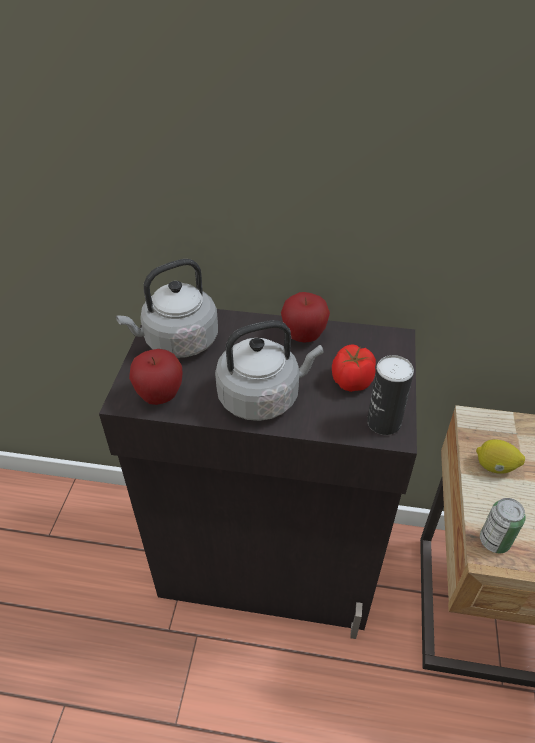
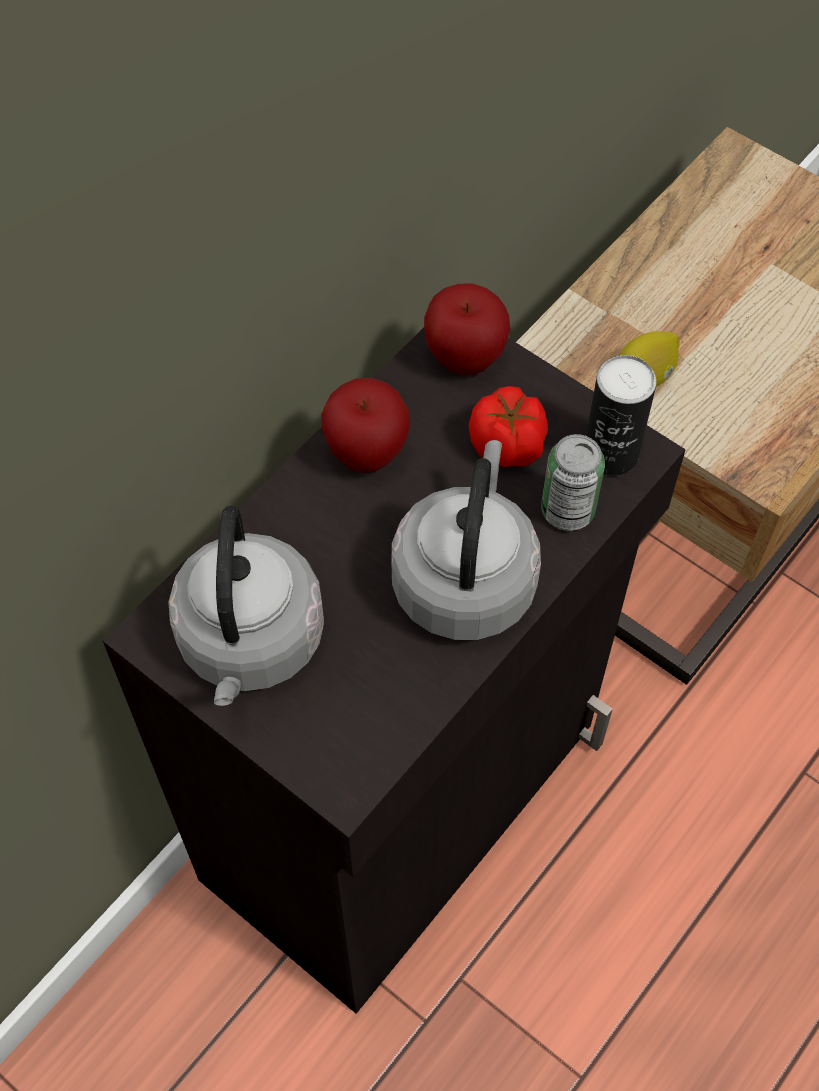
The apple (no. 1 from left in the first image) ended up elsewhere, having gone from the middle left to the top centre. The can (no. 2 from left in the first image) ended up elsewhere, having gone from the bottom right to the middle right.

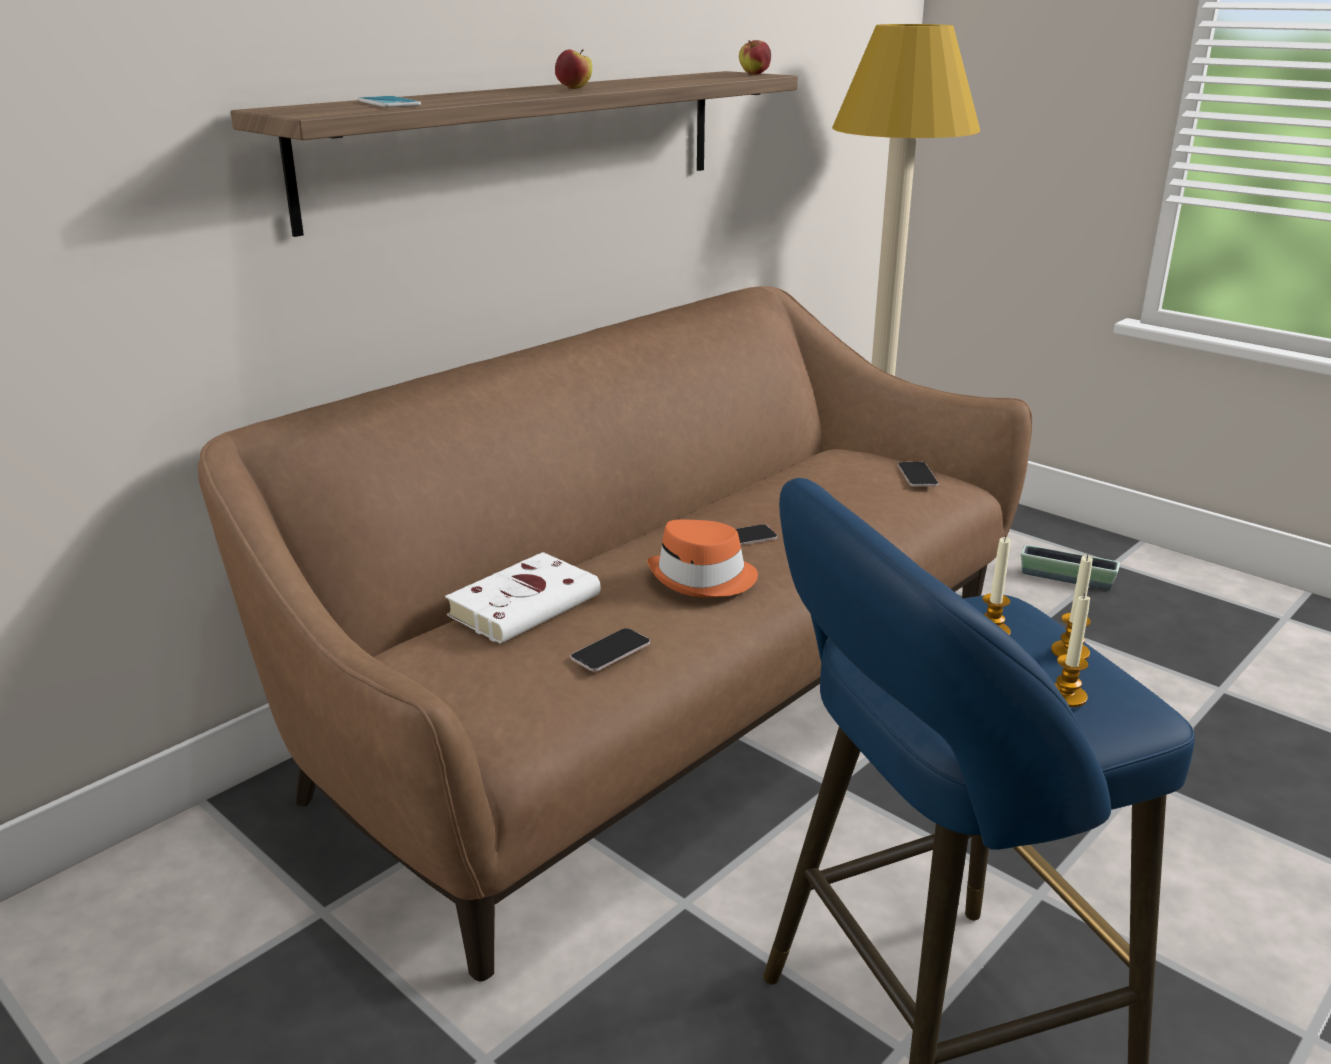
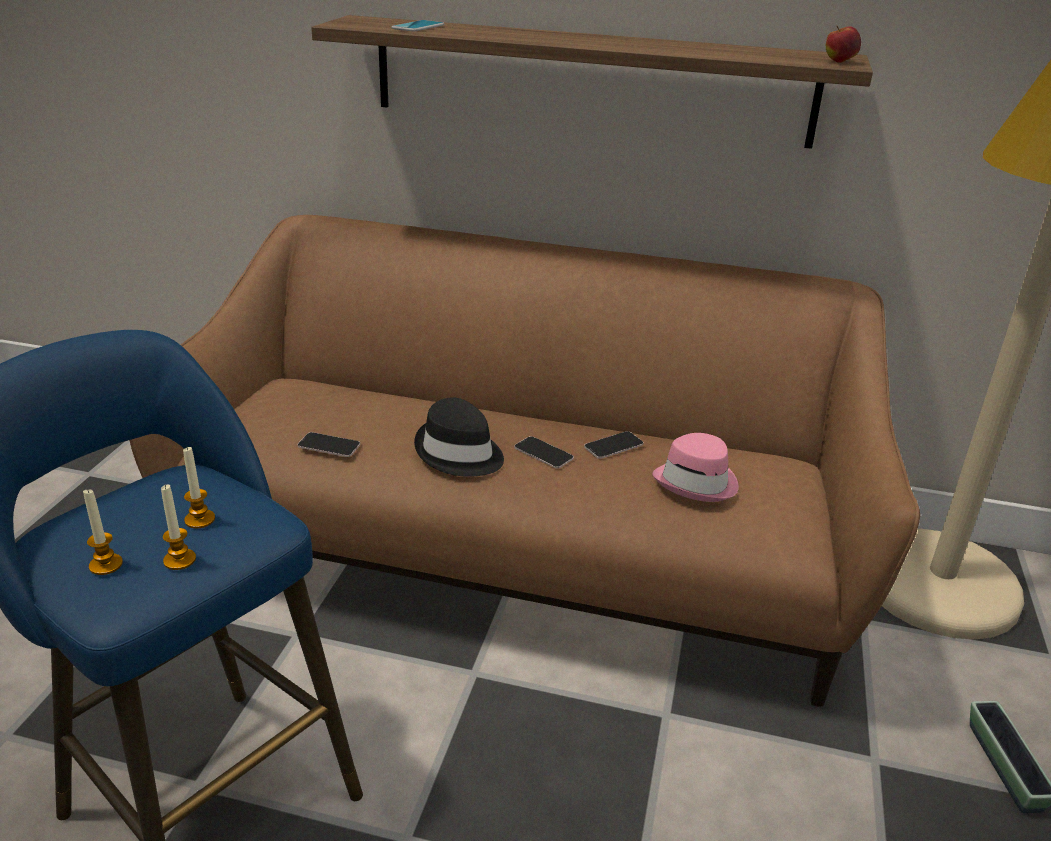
The second view lost the white_book at the centre. The second view lost the apple (no. 1 from left) at the top centre. The second view gained the pink_hat at the centre. The phone (no. 4 from left) ended up elsewhere, having gone from the middle right to the centre. What was the orange_hat at the centre turned into the black_hat at the centre.

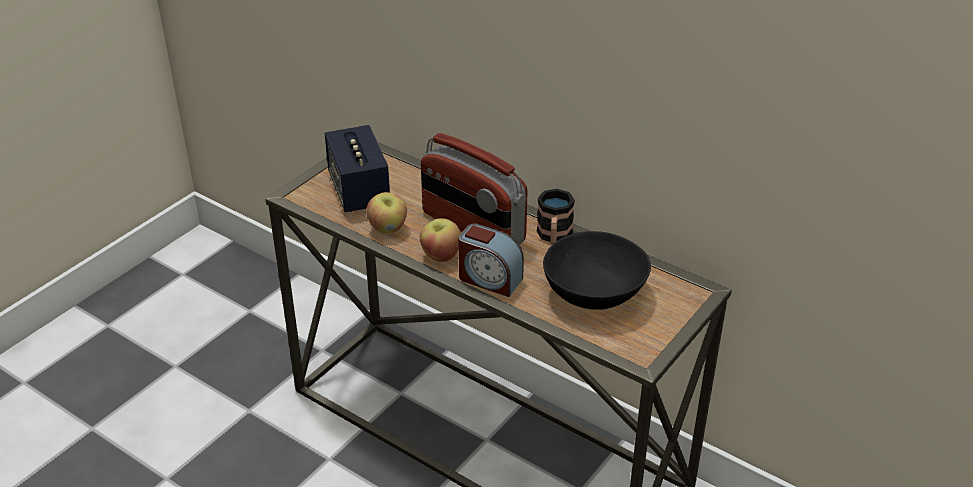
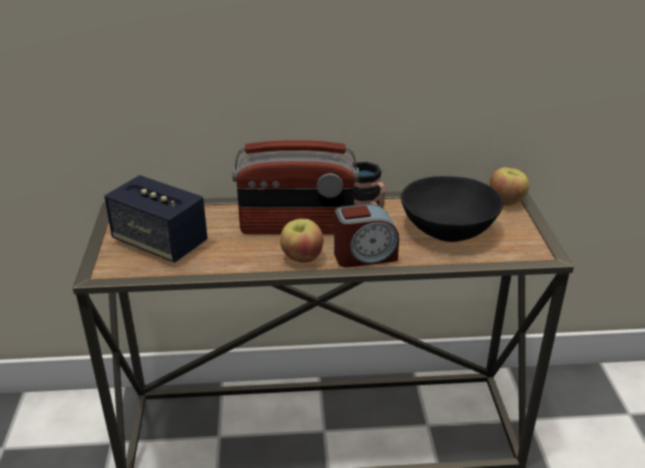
The apple (no. 1 from left in the first image) ended up elsewhere, having gone from the centre to the middle right.

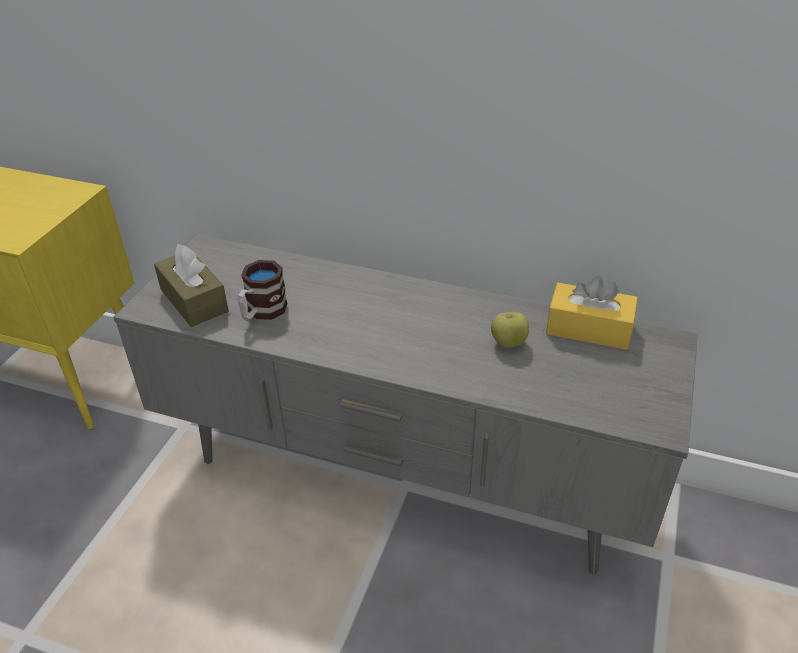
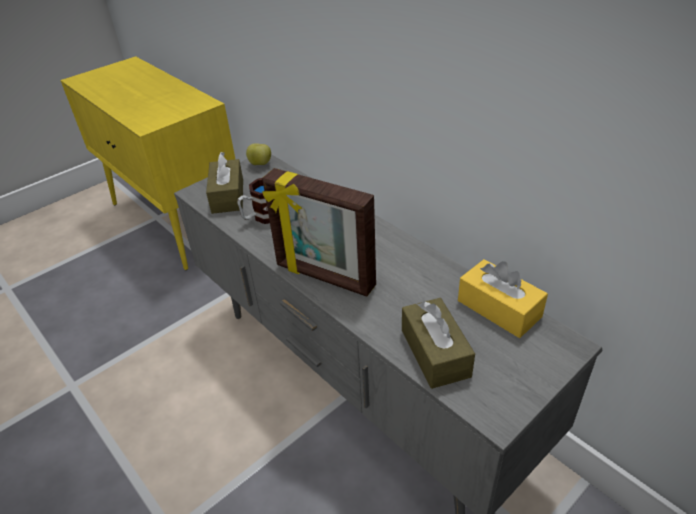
The second view gained the picture_frame at the centre. The second view gained the brown_tissue_box (no. 2 from left) at the bottom centre. The apple ended up elsewhere, having gone from the centre to the top centre.

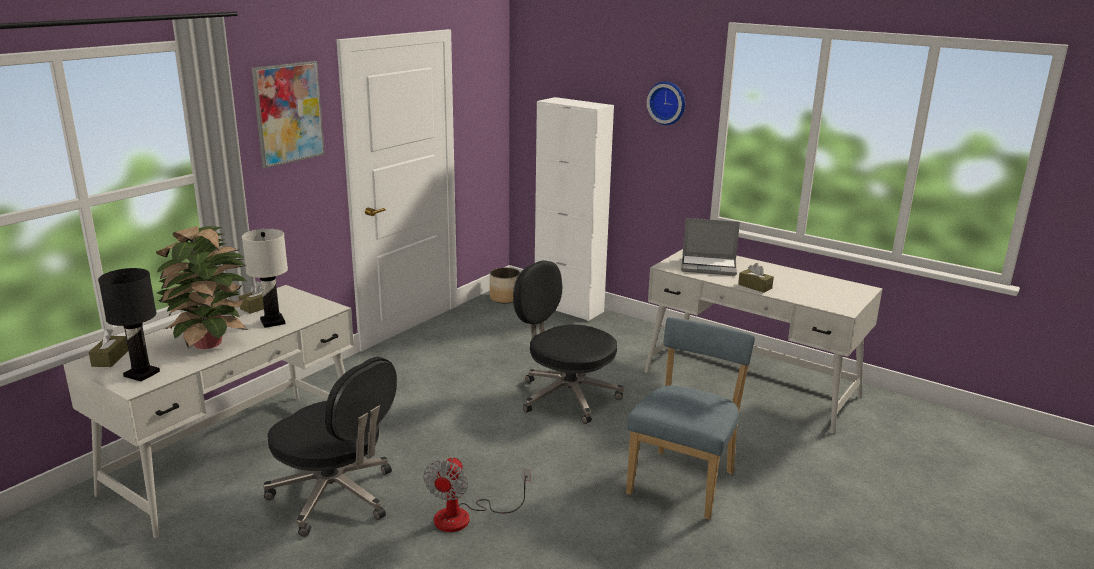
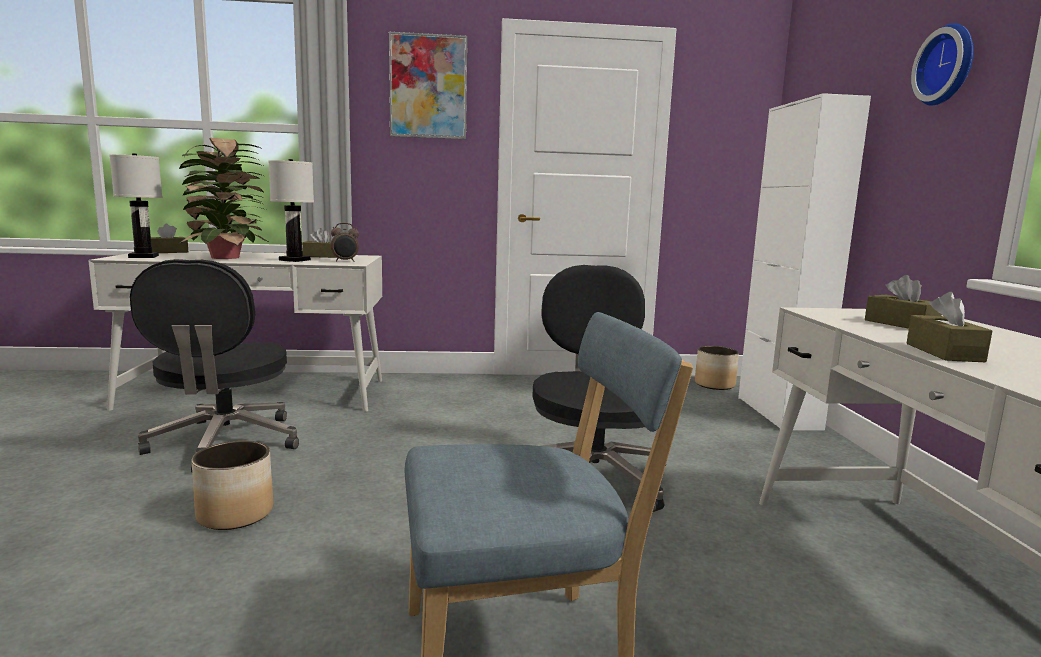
The second view gained the alarm_clock at the middle left. Where the fan stood at the bottom centre, the planter (no. 1 from left) came to stand at the bottom left. Where the laptop stood at the centre, the brown_tissue_box (no. 3 from left) came to stand at the middle right. What was the black_table_lamp at the middle left turned into the white_table_lamp (no. 1 from left) at the top left.

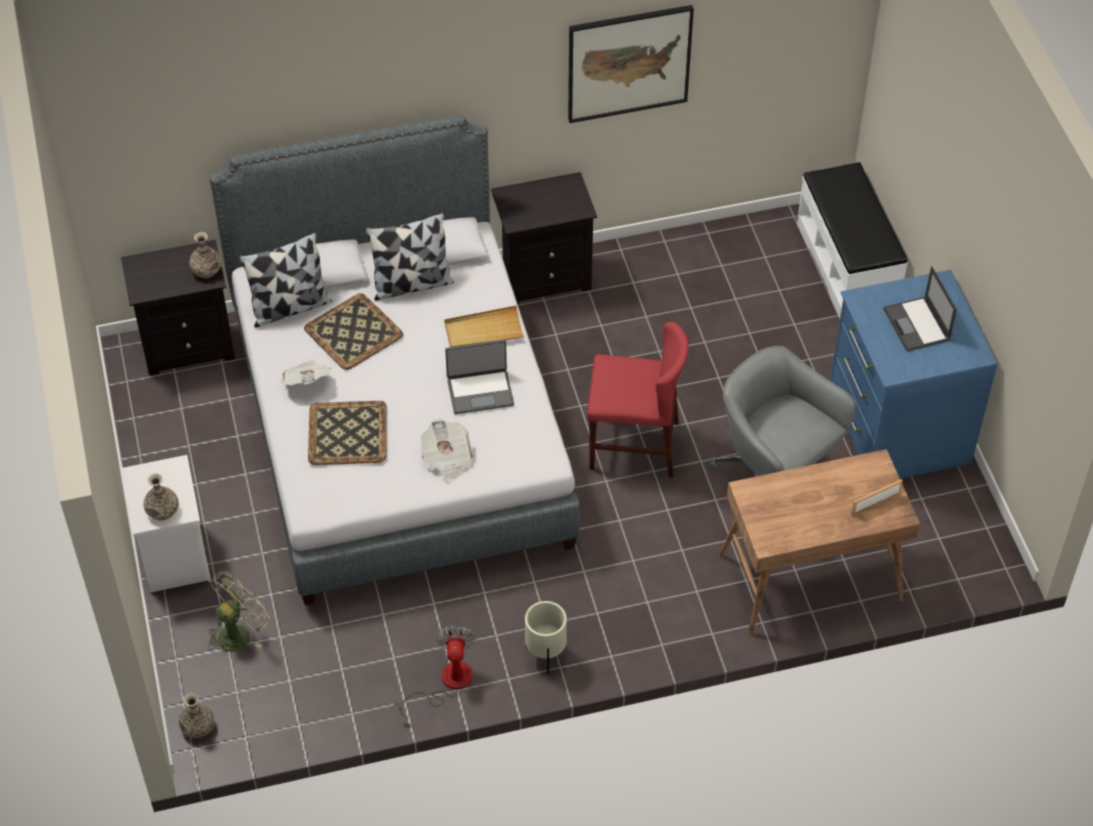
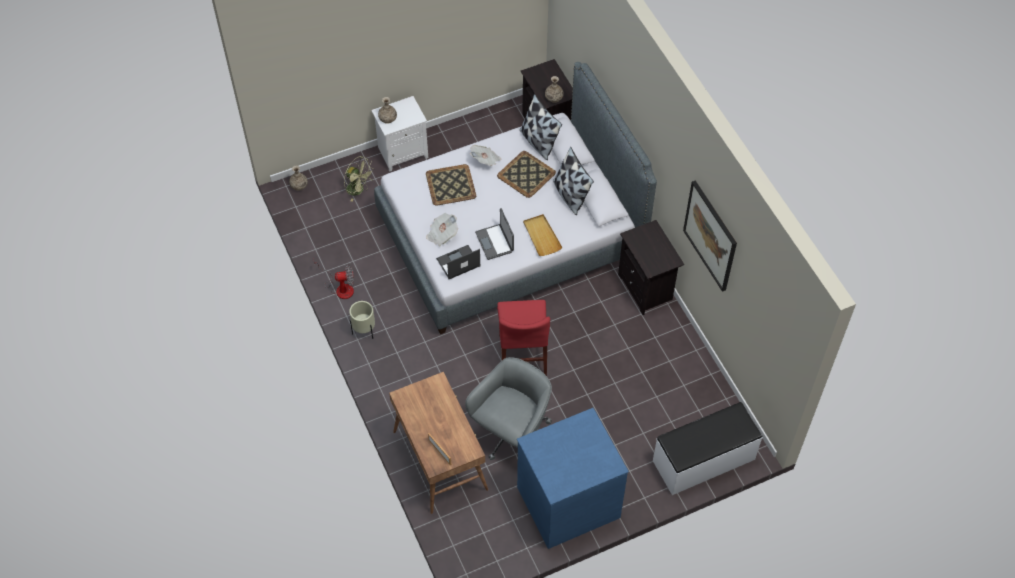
The laptop (no. 2 from left in the first image) ended up elsewhere, having gone from the middle right to the centre.

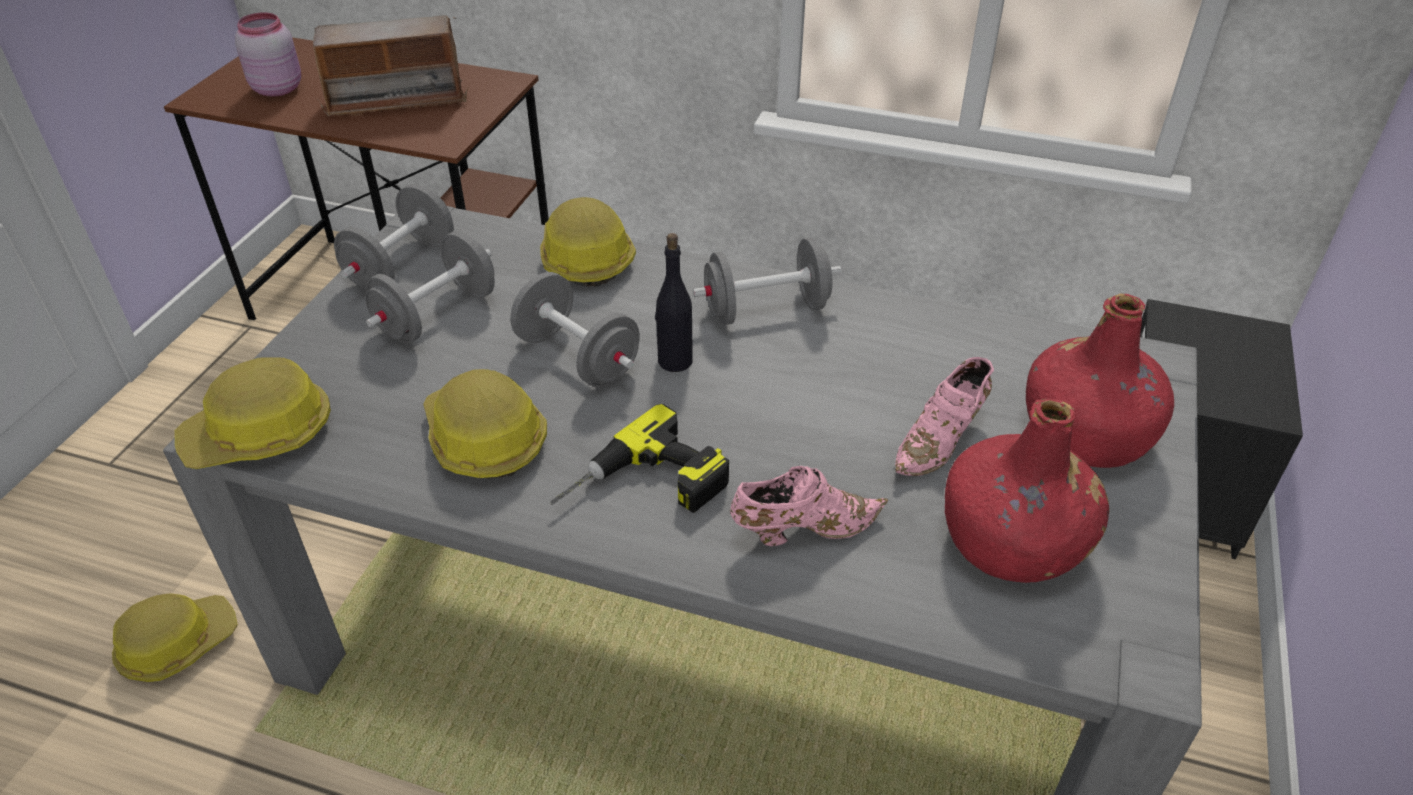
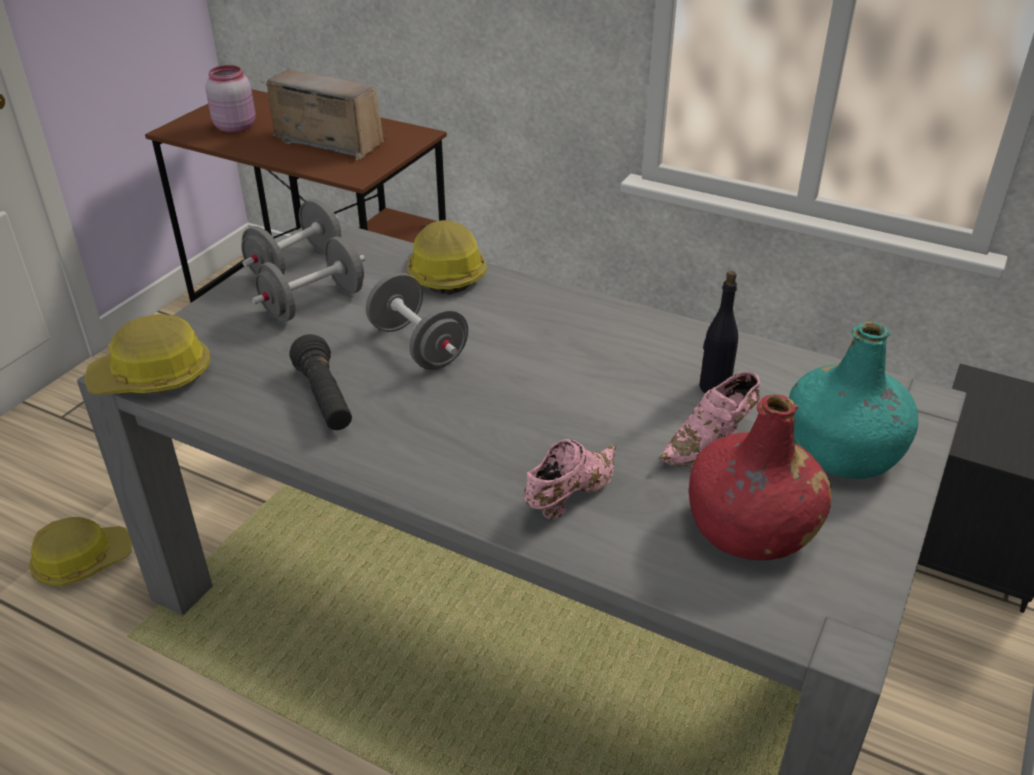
The second view lost the power_drill at the centre. The second view lost the grey_dumbbell (no. 4 from left) at the centre. The black_bottle ended up elsewhere, having gone from the centre to the middle right. Where the hard_hat (no. 3 from left) stood at the centre, the black_flashlight came to stand at the middle left. What was the red_bottle (no. 2 from left) at the middle right turned into the turquoise_bottle at the middle right. The radio at the top left ended up facing another way, 150 degrees counterclockwise from before. The pink_shoe (no. 1 from left) at the centre ended up facing another way, 45 degrees counterclockwise from before.

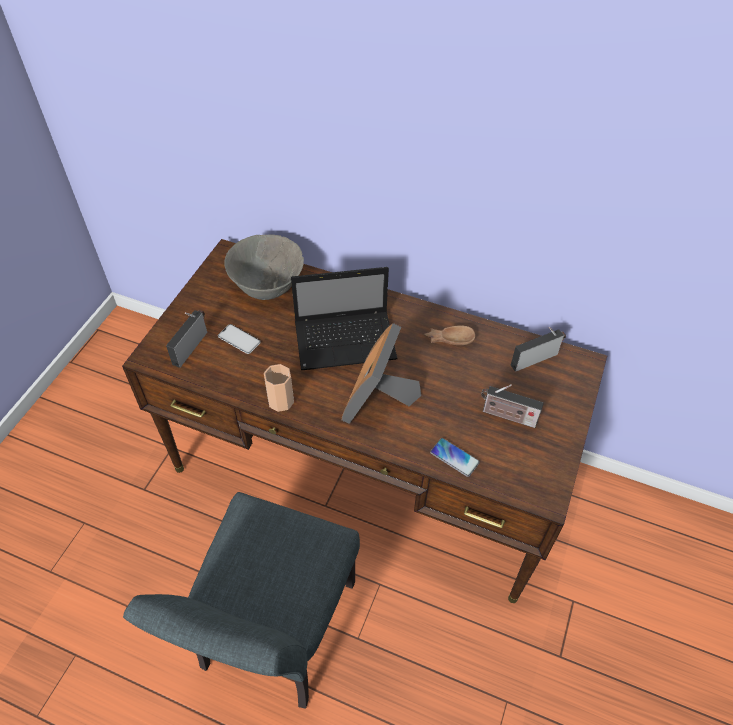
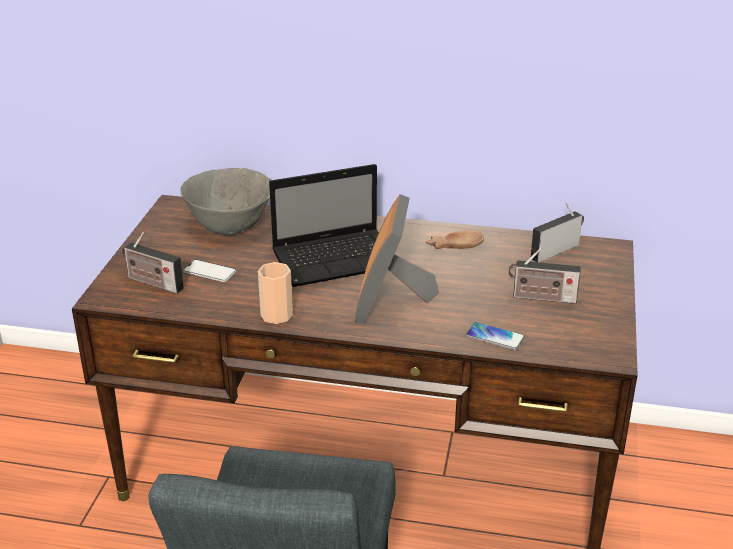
The radio (no. 1 from left) at the middle left ended up facing another way, 75 degrees counterclockwise from before.

